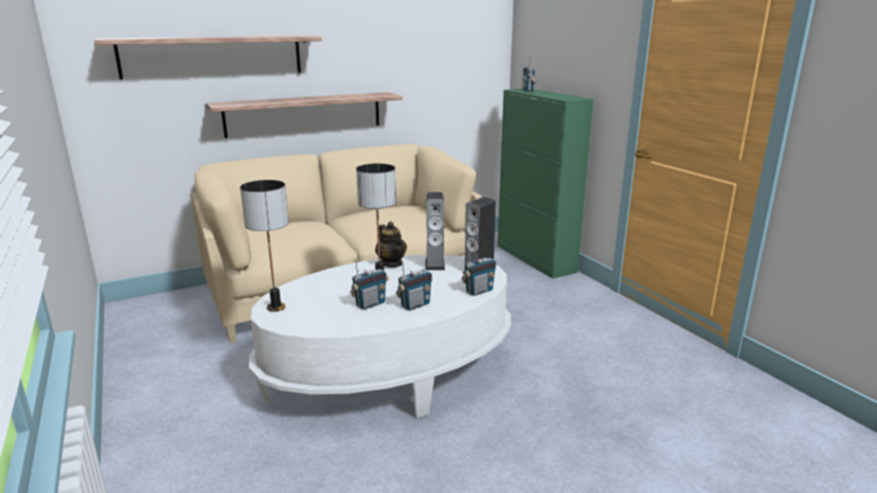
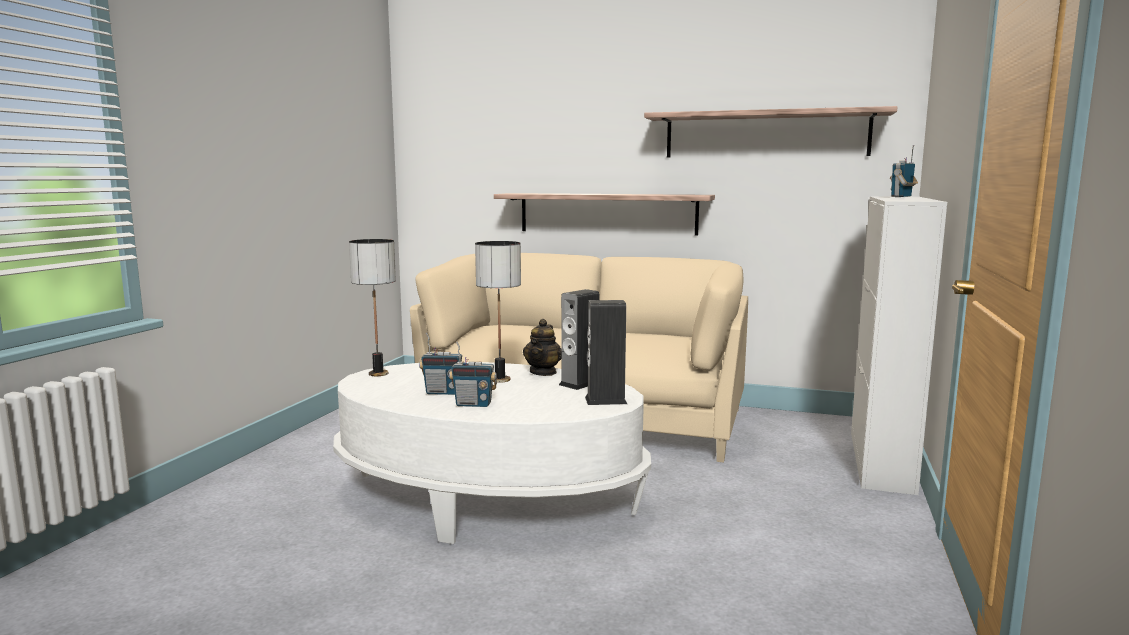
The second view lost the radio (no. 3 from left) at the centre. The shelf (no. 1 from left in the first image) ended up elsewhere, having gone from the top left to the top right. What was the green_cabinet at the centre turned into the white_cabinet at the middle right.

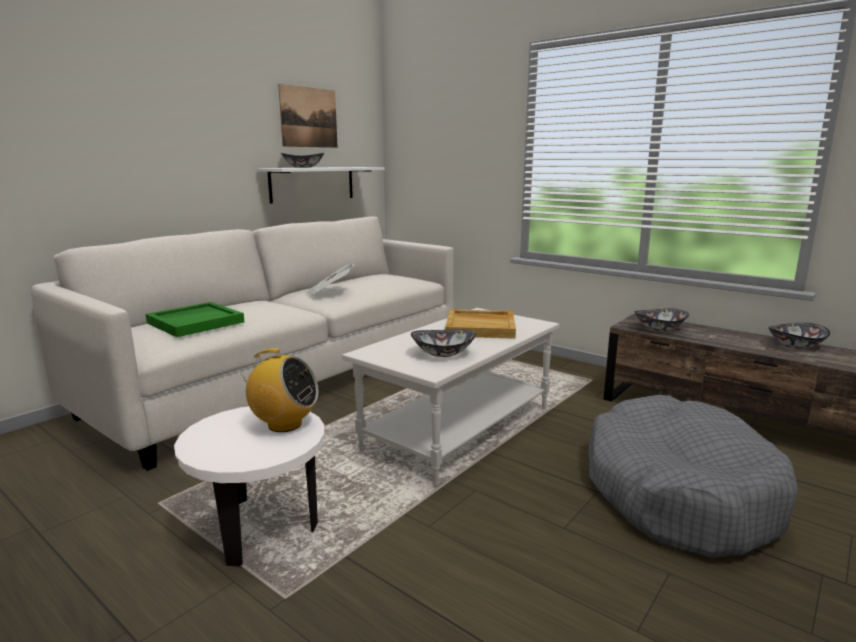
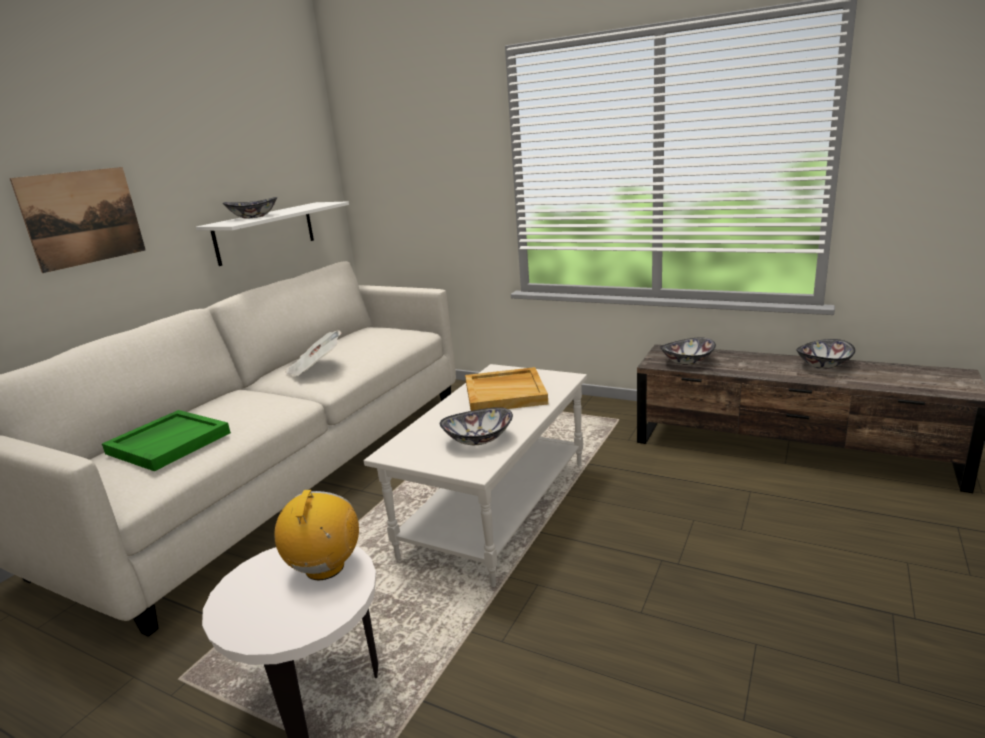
The second view lost the grey_dog_bed at the bottom right. The picture ended up elsewhere, having gone from the top centre to the top left. The radio at the middle left ended up facing another way, 90 degrees counterclockwise from before.

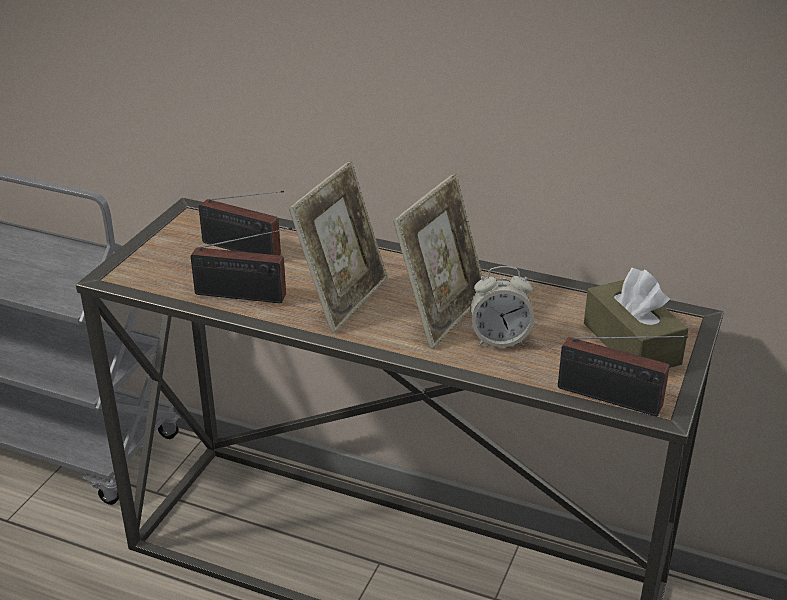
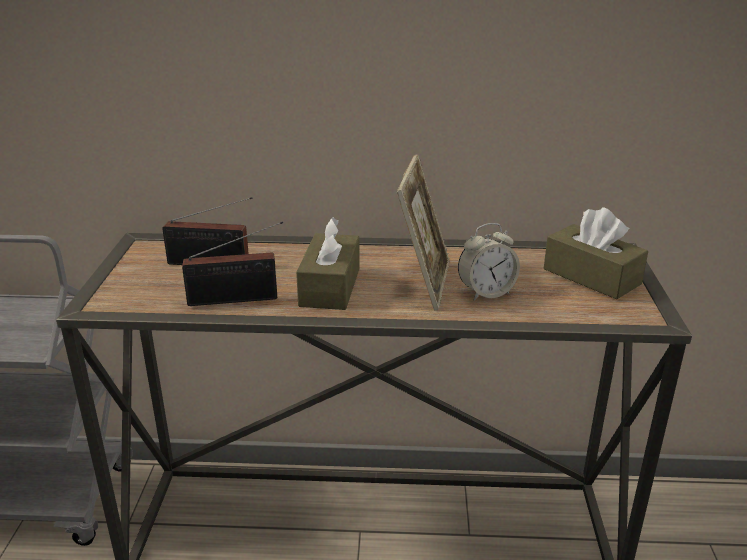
The second view lost the radio (no. 3 from left) at the middle right. Where the picture_frame (no. 1 from left) stood at the centre, the brown_tissue_box (no. 1 from left) came to stand at the centre.

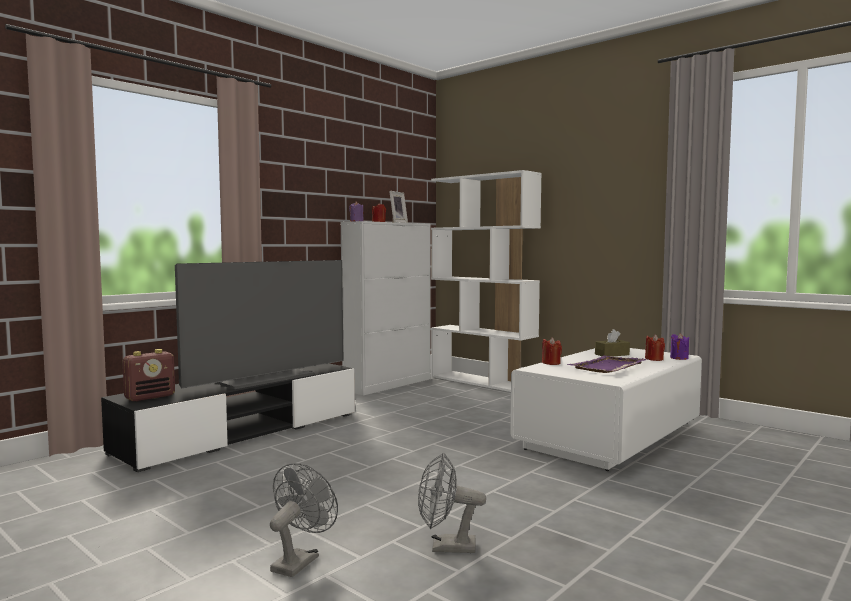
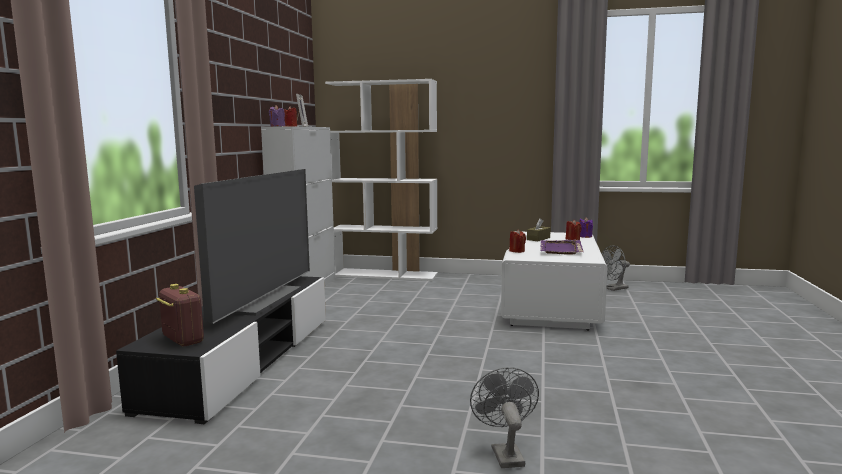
The grey_fan (no. 2 from left) ended up elsewhere, having gone from the bottom centre to the middle right. The radio at the middle left ended up facing another way, 60 degrees counterclockwise from before.

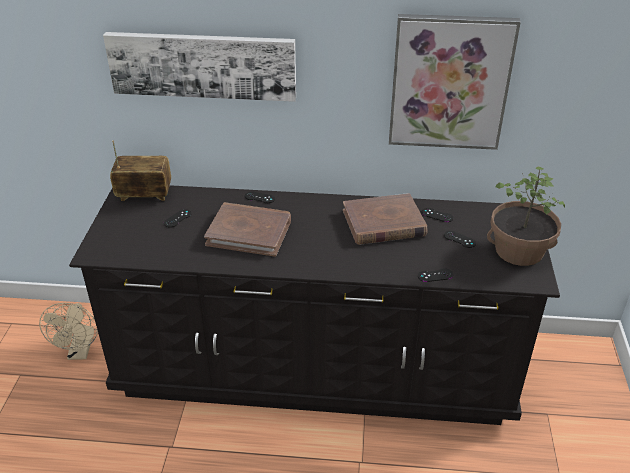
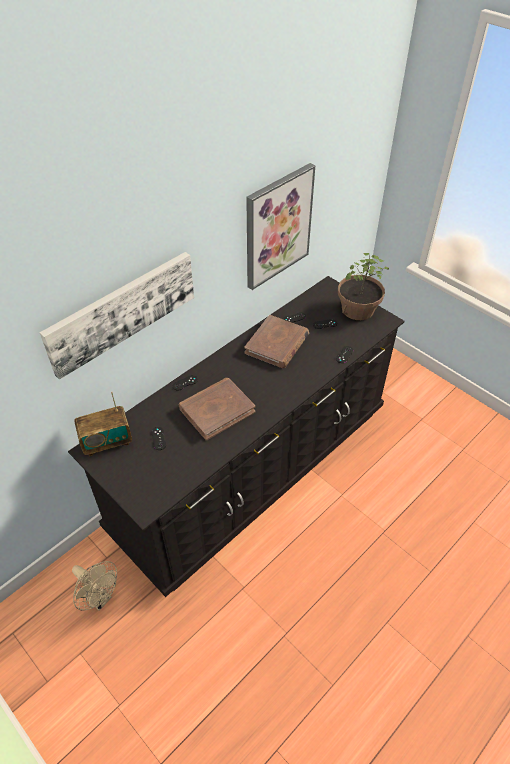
The radio at the middle left ended up facing another way, 150 degrees counterclockwise from before.

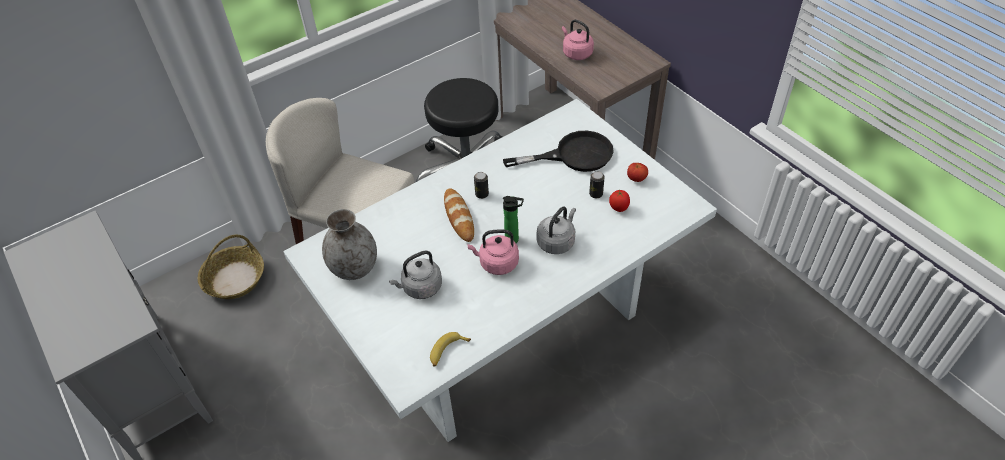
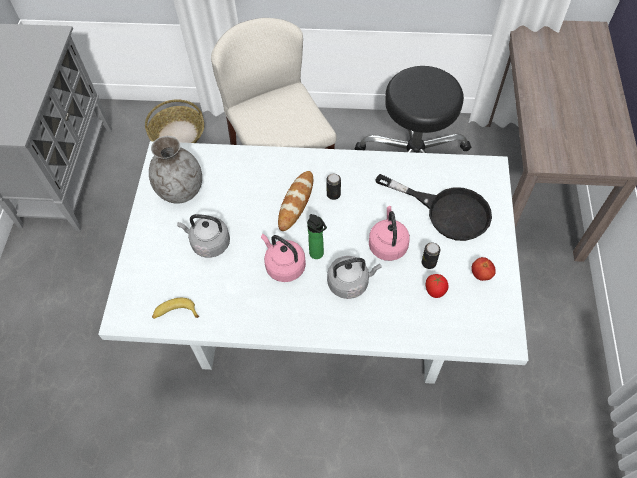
The pink_kettle (no. 2 from left) ended up elsewhere, having gone from the top centre to the centre.

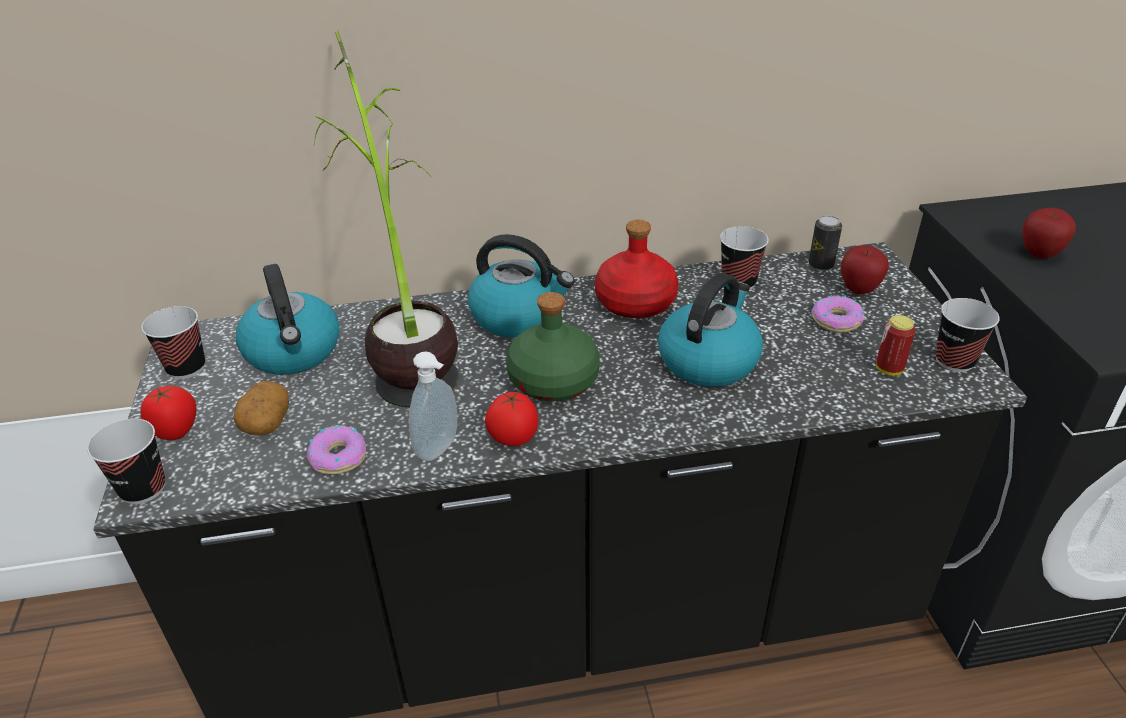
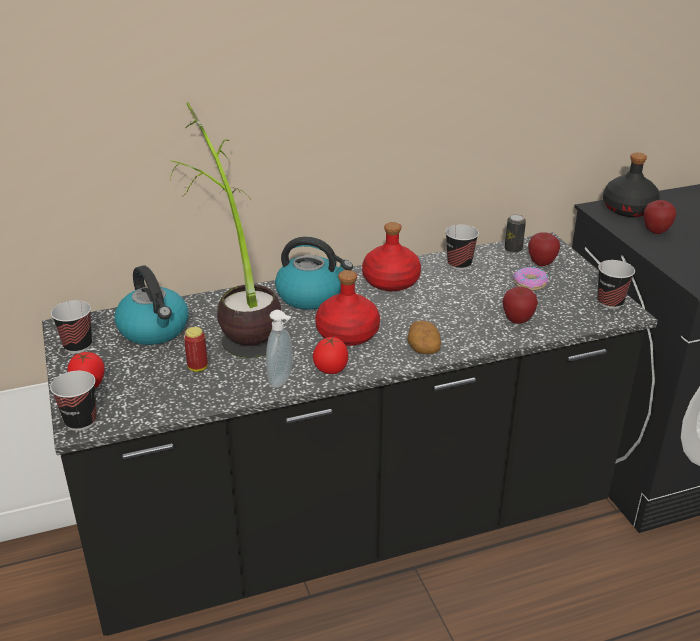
The second view lost the donut (no. 1 from left) at the middle left. The second view lost the kettle (no. 3 from left) at the centre. The second view gained the apple (no. 1 from left) at the middle right. The second view gained the black_bottle at the top right. The potato ended up elsewhere, having gone from the middle left to the centre. The can (no. 2 from left in the first image) ended up elsewhere, having gone from the middle right to the middle left. What was the green_bottle at the centre turned into the red_bottle (no. 1 from left) at the centre.

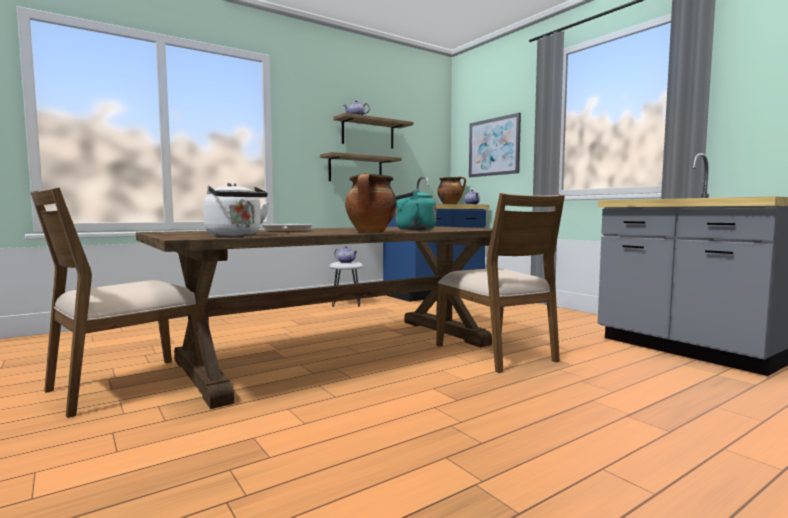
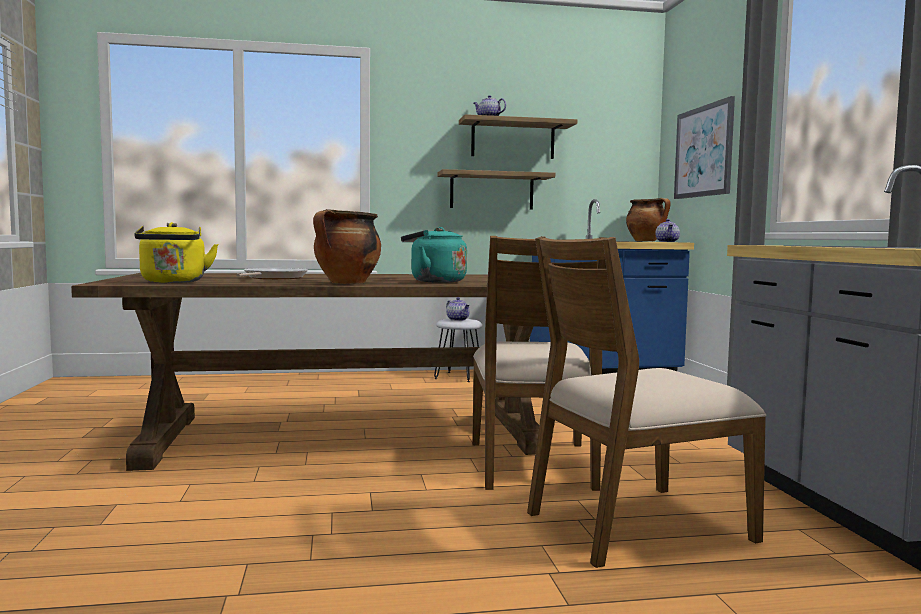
The brown_chair (no. 1 from left in the first image) ended up elsewhere, having gone from the middle left to the middle right. What was the white_kettle at the middle left turned into the yellow_kettle at the middle left.

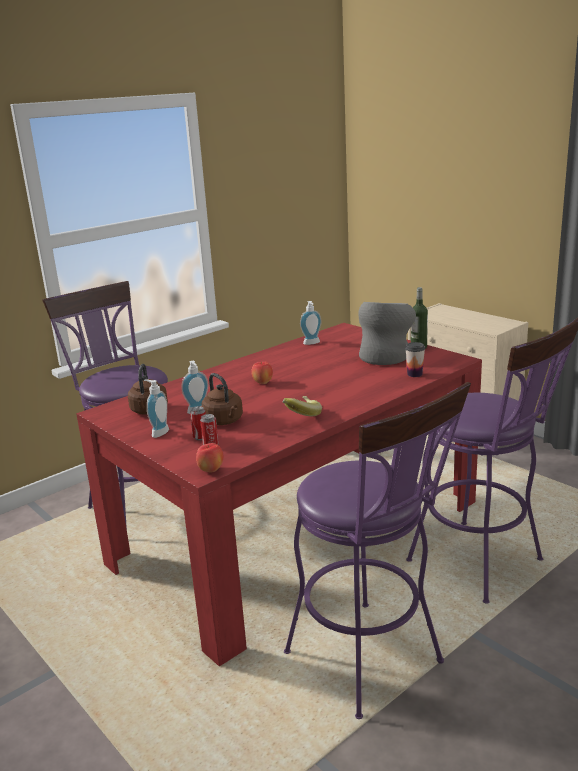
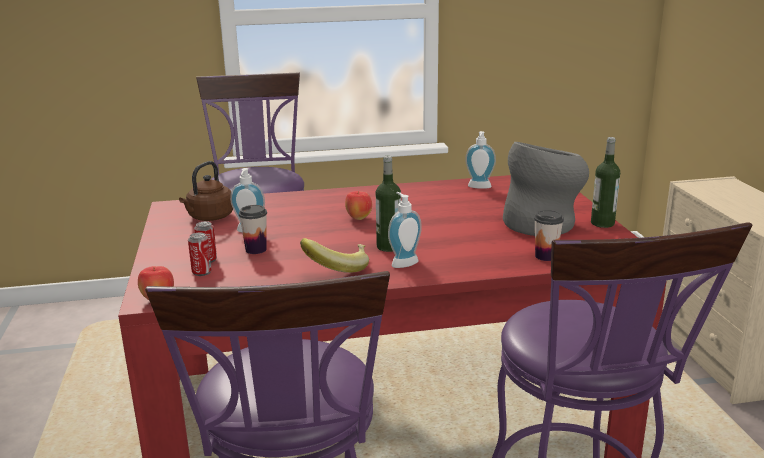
The second view gained the bottle (no. 1 from left) at the centre. The soap_dispenser (no. 1 from left in the first image) ended up elsewhere, having gone from the middle left to the centre. Where the brown_kettle (no. 2 from left) stood at the centre, the cup (no. 1 from left) came to stand at the middle left.

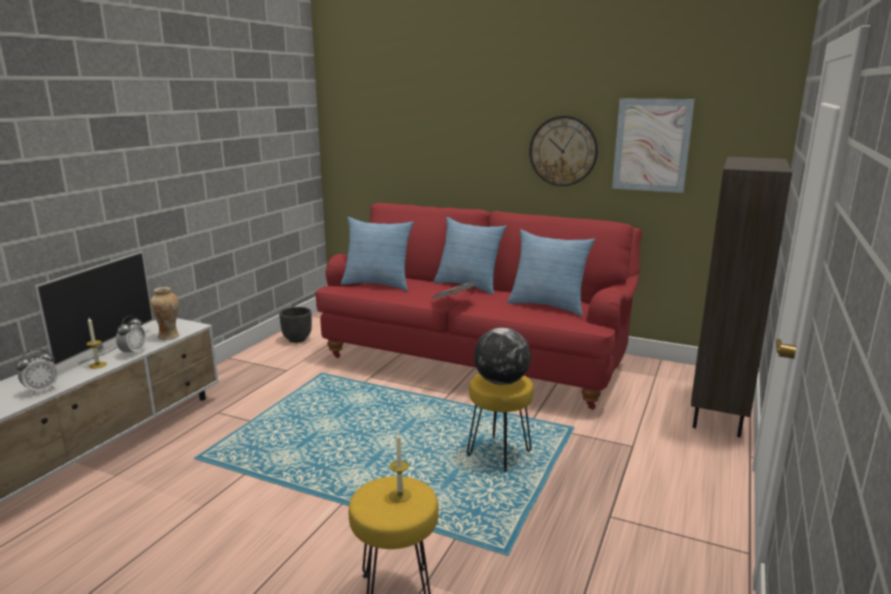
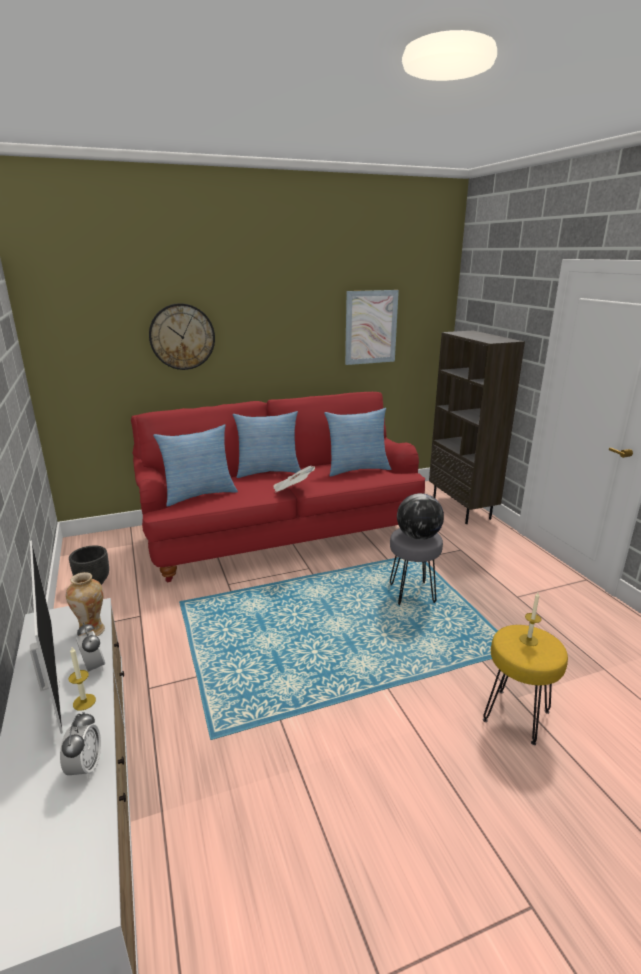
The wall_clock ended up elsewhere, having gone from the top centre to the middle left. What was the yellow_stool (no. 2 from left) at the bottom centre turned into the grey_stool at the centre.

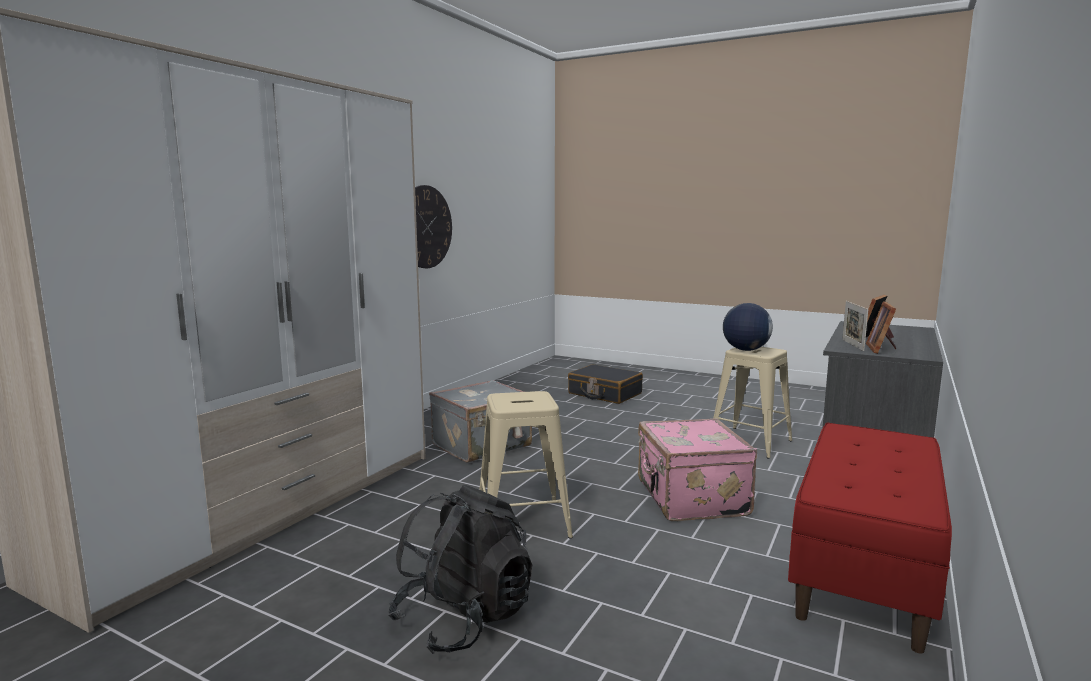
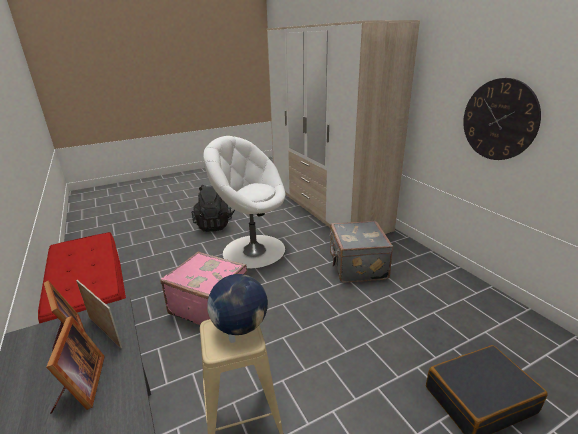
Where the beige_stool (no. 1 from left) stood at the bottom centre, the white_armchair came to stand at the centre.

